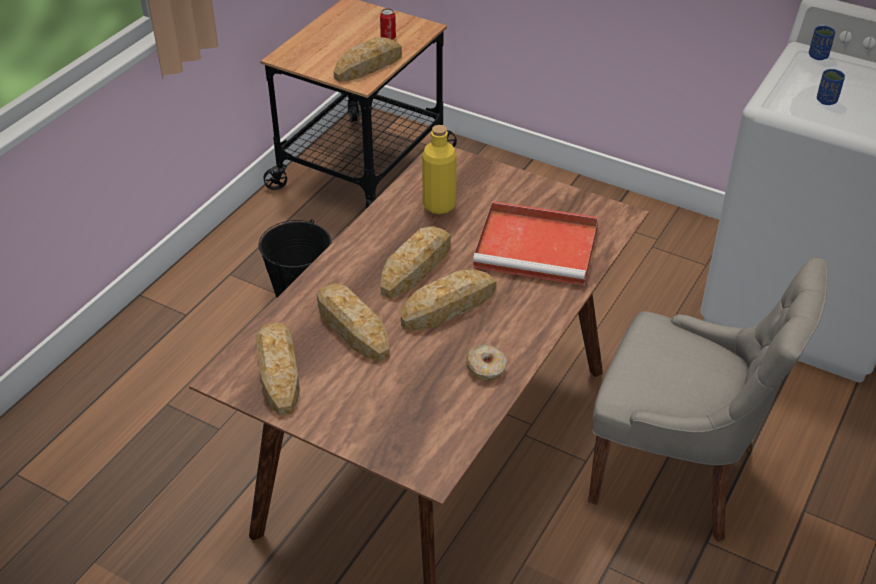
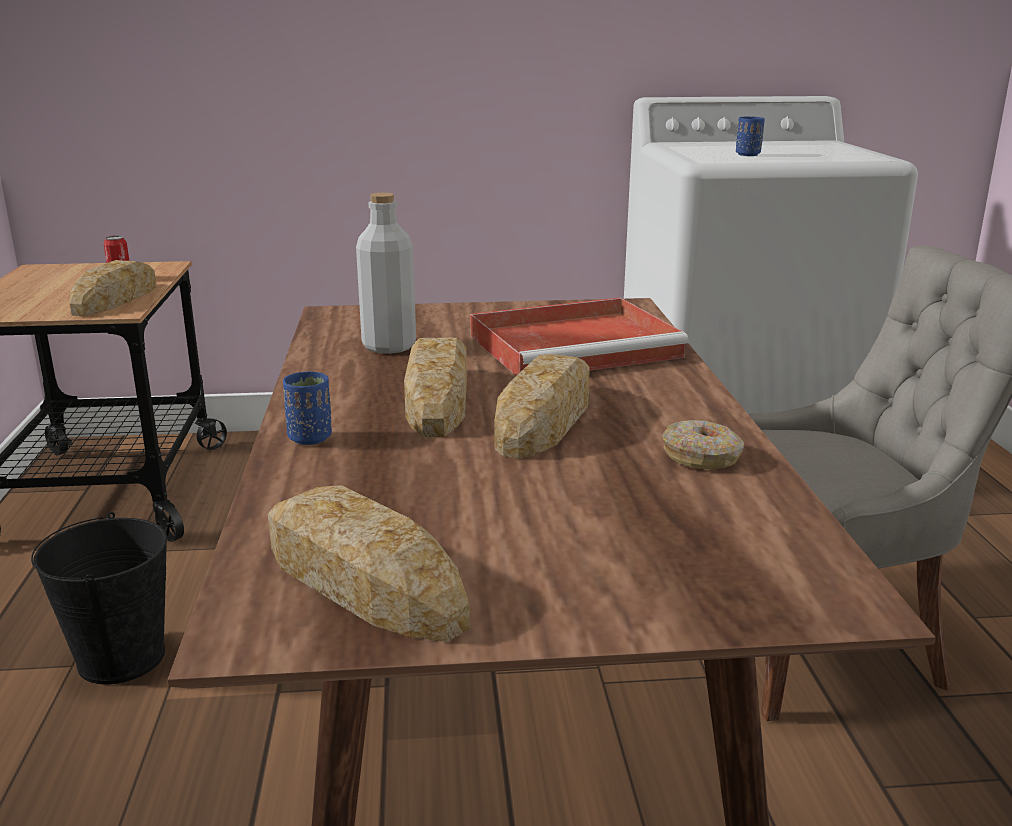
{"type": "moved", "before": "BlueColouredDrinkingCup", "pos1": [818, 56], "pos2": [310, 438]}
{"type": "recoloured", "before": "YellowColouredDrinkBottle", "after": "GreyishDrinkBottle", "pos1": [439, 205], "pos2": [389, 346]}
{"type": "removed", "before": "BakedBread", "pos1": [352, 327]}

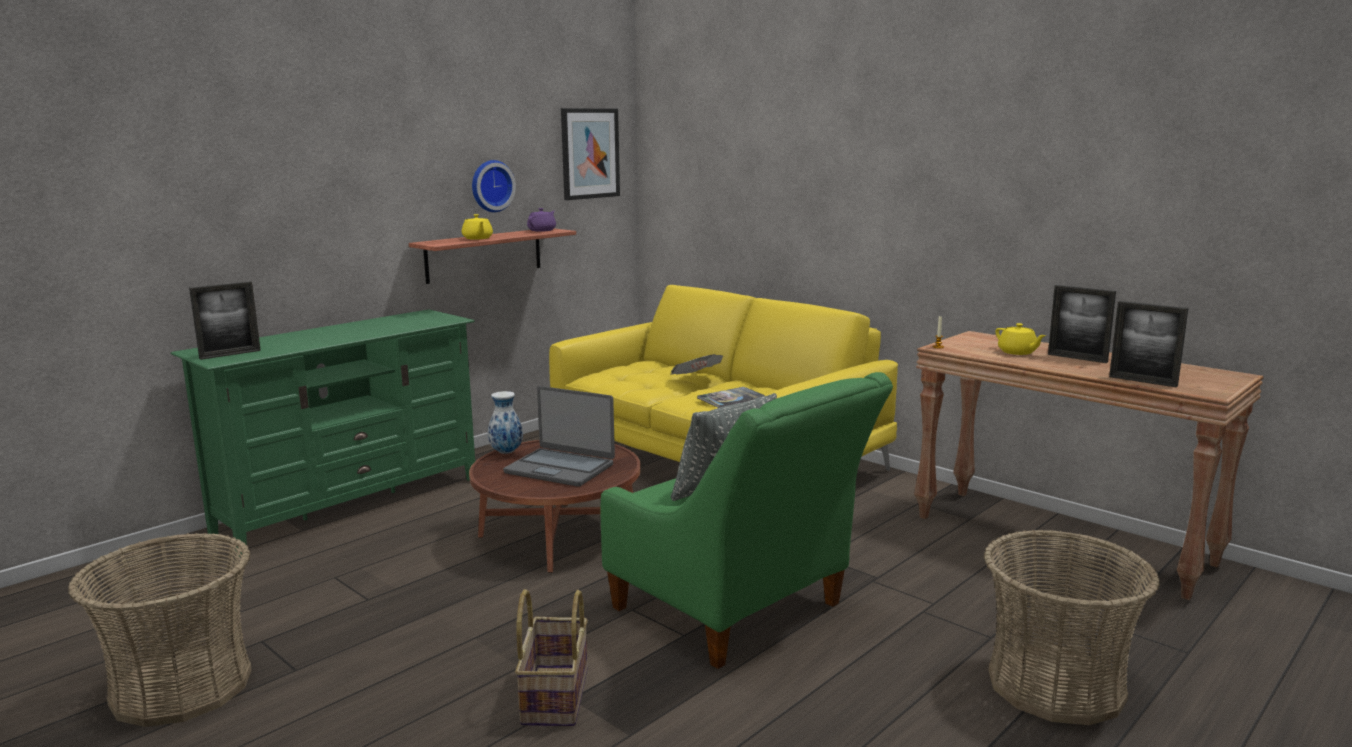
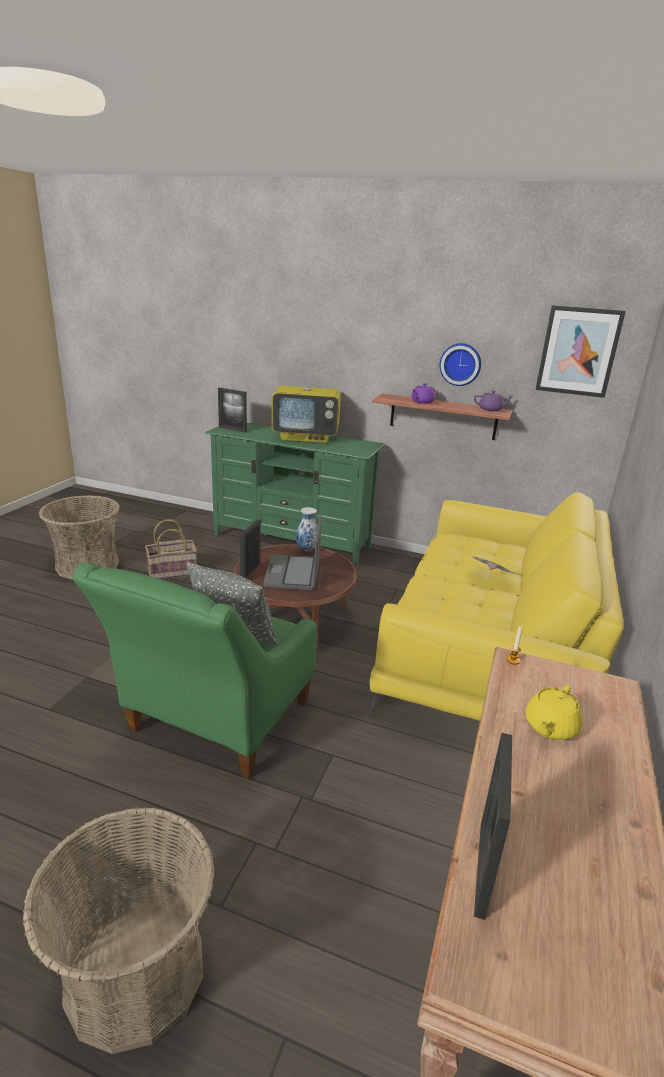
{"type": "recoloured", "before": "YellowColouredTeapot", "after": "PurpleTeapot", "pos1": [477, 238], "pos2": [422, 402]}
{"type": "moved", "before": "StandingFrame", "pos1": [1077, 358], "pos2": [250, 572]}
{"type": "removed", "before": "Volume", "pos1": [731, 398]}
{"type": "moved", "before": "Basket", "pos1": [553, 695], "pos2": [172, 571]}
{"type": "added", "after": "TvSet", "pos2": [306, 437]}

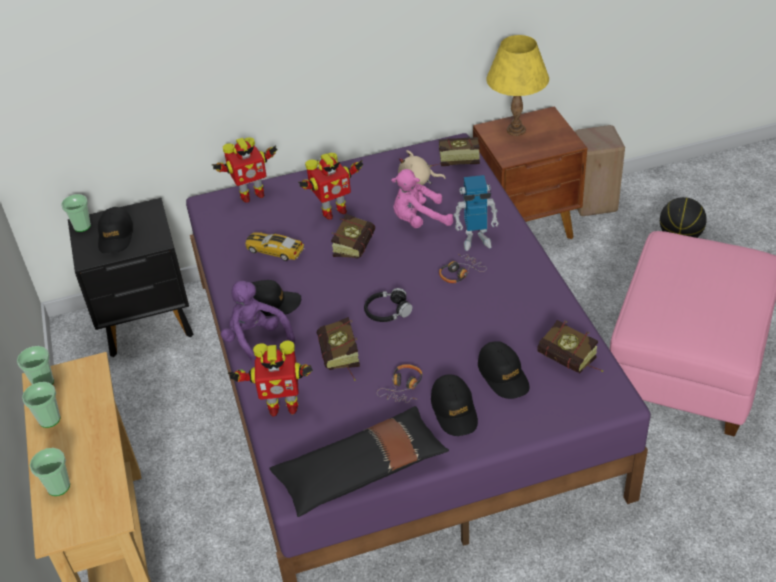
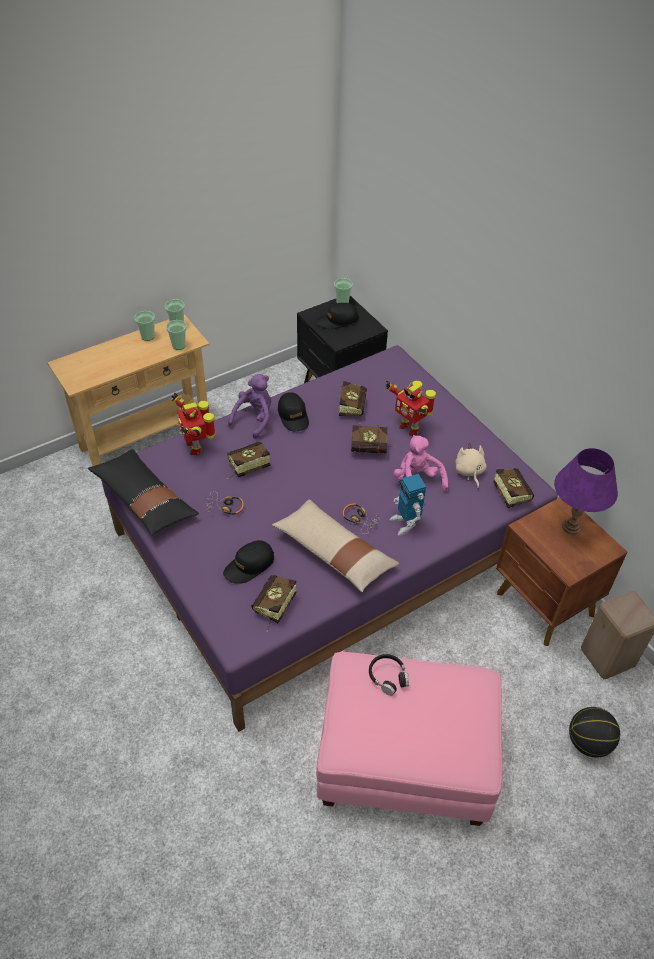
{"type": "recoloured", "before": "YellowColouredTabletopLamp", "after": "PurpleTabletopLamp", "pos1": [515, 130], "pos2": [571, 526]}
{"type": "removed", "before": "RobotFigure", "pos1": [251, 195]}
{"type": "replaced", "before": "ModelCar", "after": "Volume", "pos1": [274, 250], "pos2": [352, 405]}
{"type": "moved", "before": "BlackishHeadset", "pos1": [387, 311], "pos2": [388, 677]}
{"type": "removed", "before": "BlackishPeakedCap", "pos1": [454, 410]}
{"type": "moved", "before": "DrinkingCup", "pos1": [58, 487], "pos2": [179, 345]}
{"type": "added", "after": "SandColouredPillow", "pos2": [334, 552]}

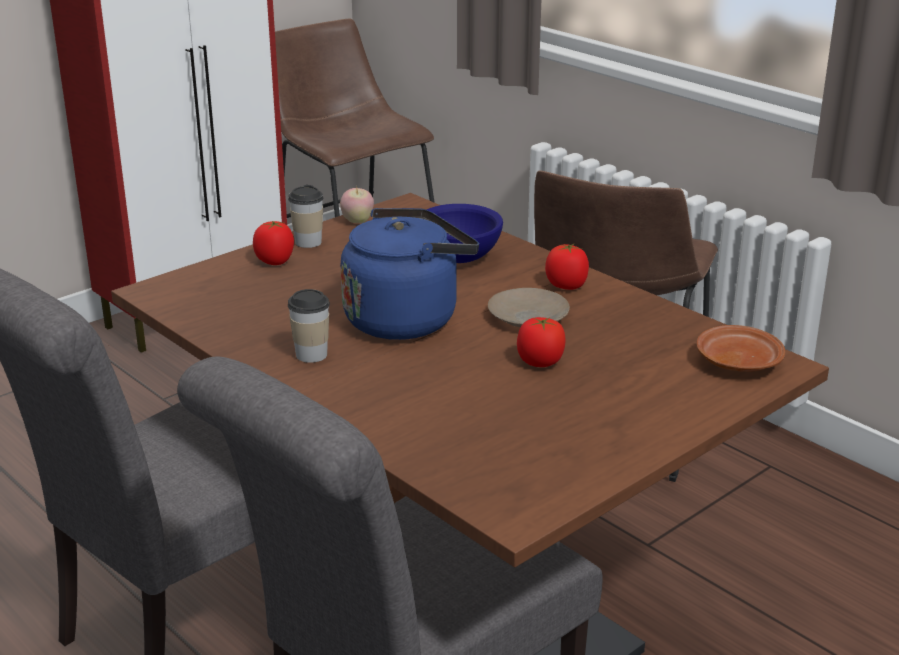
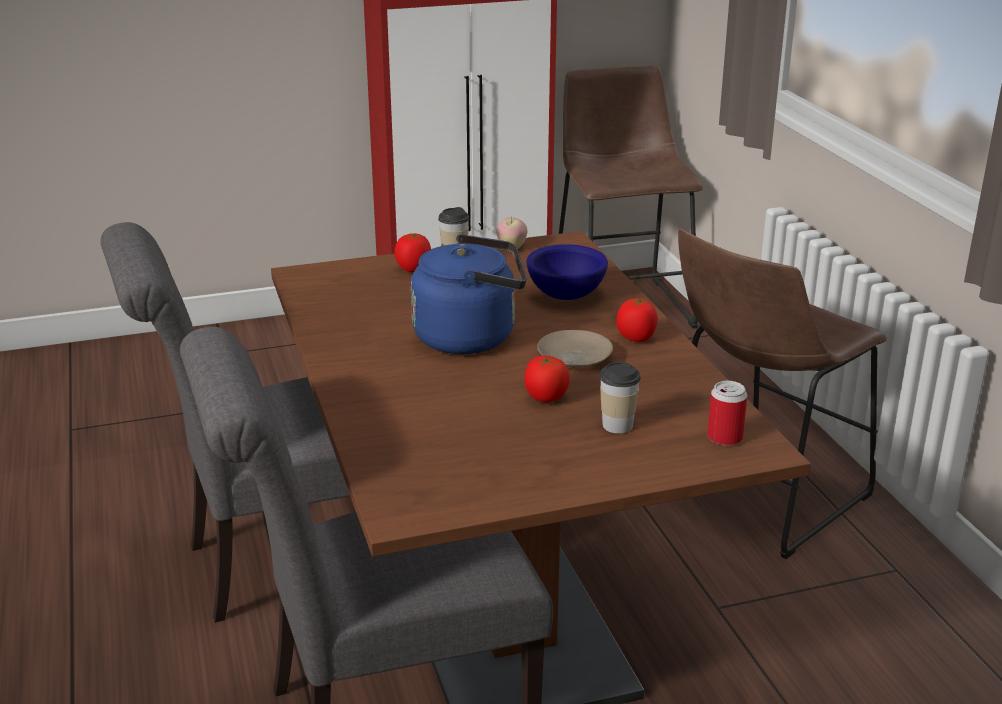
{"type": "moved", "before": "DrinkingCup", "pos1": [311, 355], "pos2": [617, 425]}
{"type": "replaced", "before": "BrownishDinnerPlate", "after": "MetalCan", "pos1": [737, 362], "pos2": [724, 438]}

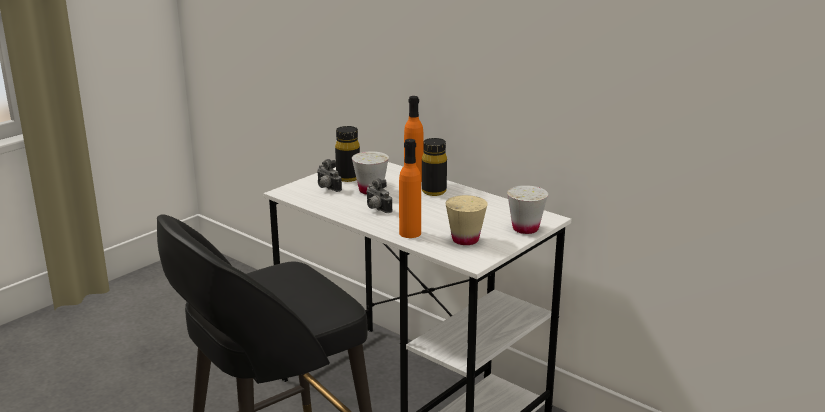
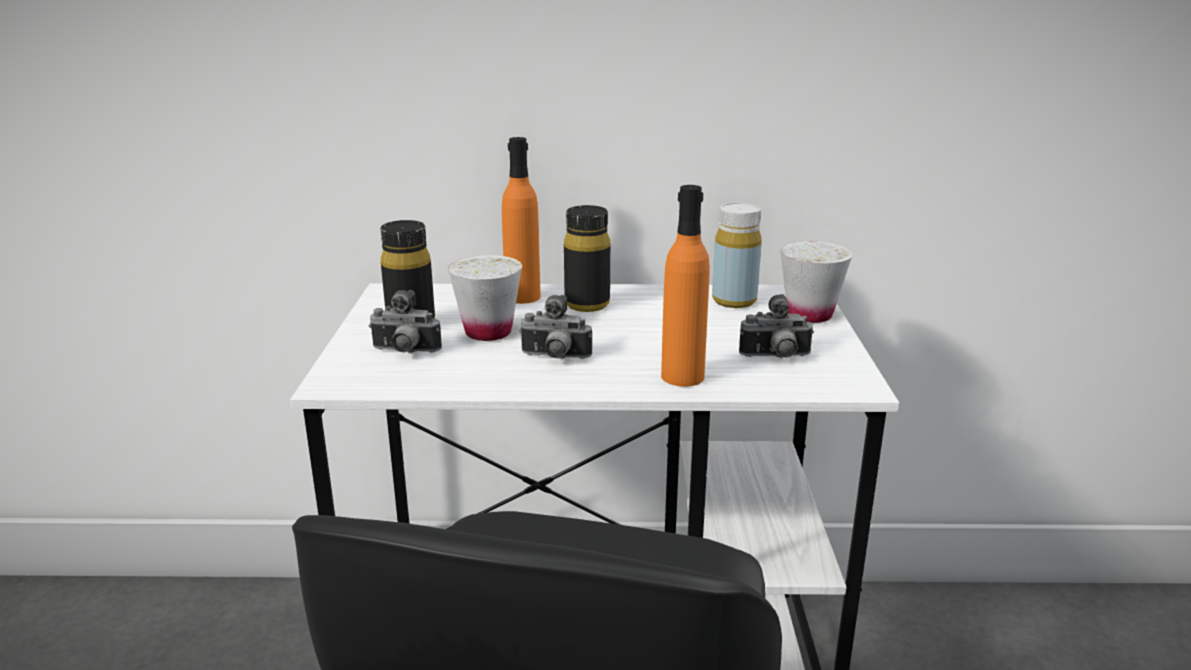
{"type": "replaced", "before": "SandColouredDrinkingCup", "after": "StillCamera", "pos1": [465, 240], "pos2": [776, 357]}
{"type": "added", "after": "YellowColouredDrinkBottle", "pos2": [734, 301]}

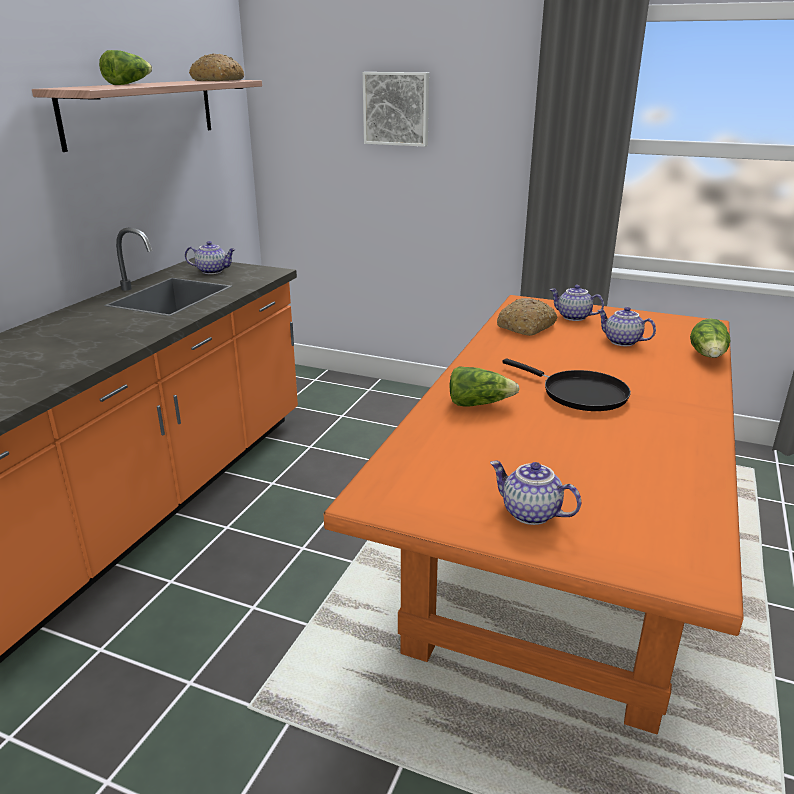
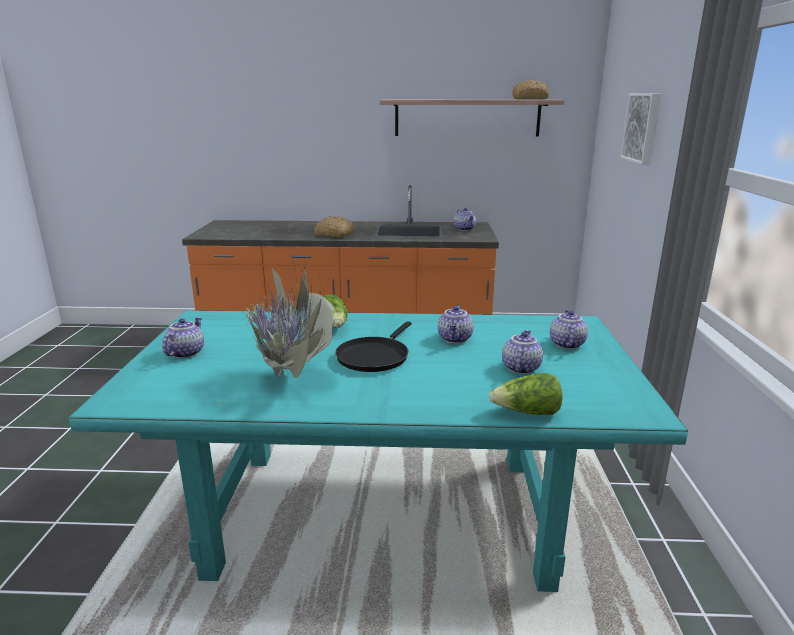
{"type": "removed", "before": "HeadOfLettuce", "pos1": [128, 84]}
{"type": "recoloured", "before": "OrangeyKitchenTable", "after": "BlueGreenKitchenTable", "pos1": [559, 564], "pos2": [381, 513]}
{"type": "moved", "before": "BakedBread", "pos1": [526, 327], "pos2": [334, 234]}
{"type": "added", "after": "PlantInAPot", "pos2": [291, 380]}
{"type": "added", "after": "Teapot", "pos2": [455, 339]}

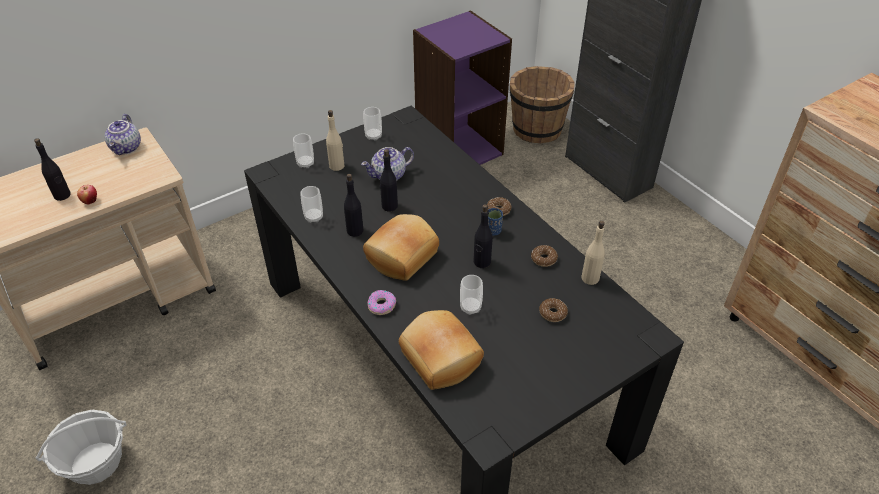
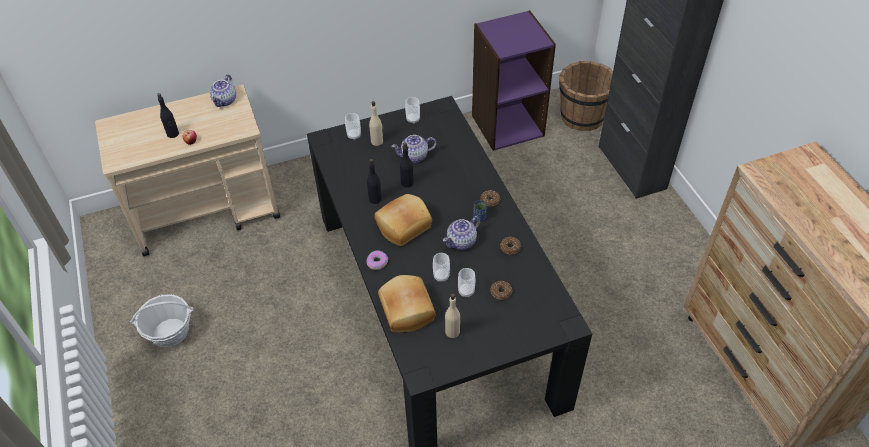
{"type": "moved", "before": "DrinkingCup", "pos1": [314, 217], "pos2": [466, 291]}
{"type": "replaced", "before": "BlackishDrinkBottle", "after": "Teapot", "pos1": [481, 262], "pos2": [462, 241]}
{"type": "moved", "before": "SandColouredDrinkBottle", "pos1": [590, 278], "pos2": [452, 331]}

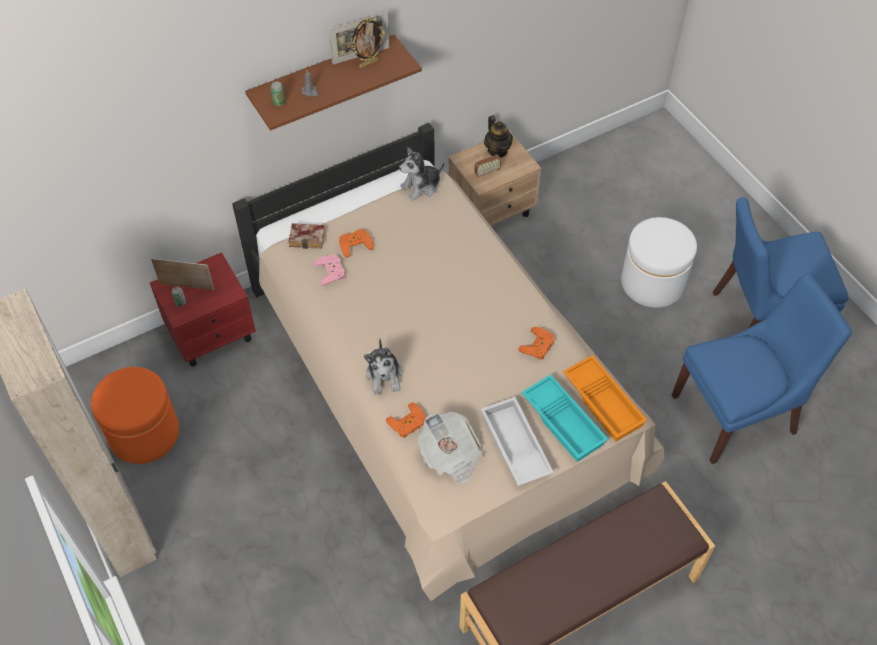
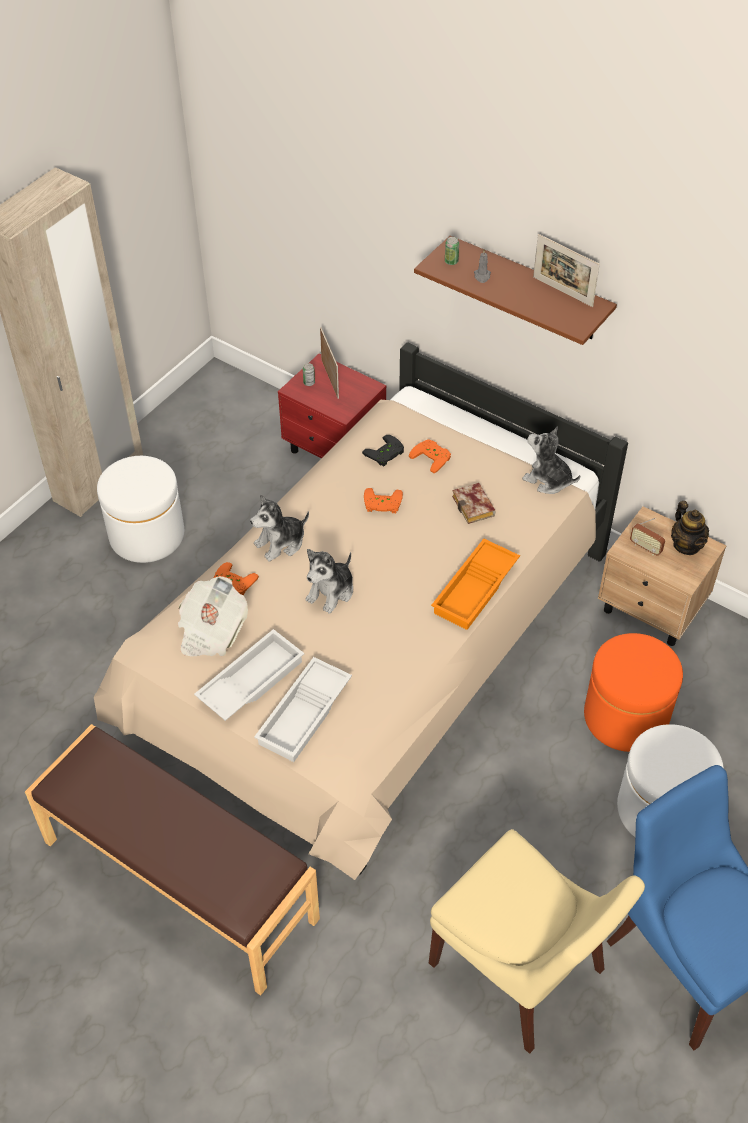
{"type": "removed", "before": "StandingFrame", "pos1": [369, 63]}
{"type": "turned", "before": "Teapot", "pos1": [498, 150], "pos2": [686, 545], "turn": -60}
{"type": "moved", "before": "Volume", "pos1": [309, 237], "pos2": [475, 507]}
{"type": "recoloured", "before": "PinkColouredGamepad", "after": "BlackishGamepad", "pos1": [332, 271], "pos2": [386, 454]}
{"type": "recoloured", "before": "BlueColouredPlainChair", "after": "SandColouredPlainChair", "pos1": [737, 413], "pos2": [521, 971]}
{"type": "moved", "before": "OrangeyGamepad", "pos1": [539, 346], "pos2": [382, 504]}
{"type": "moved", "before": "OrangeyCarryingTray", "pos1": [604, 401], "pos2": [476, 590]}
{"type": "moved", "before": "OrangeyOttoman", "pos1": [144, 433], "pos2": [625, 717]}
{"type": "recoloured", "before": "BlueGreenCarryingTray", "after": "WhitishCarryingTray", "pos1": [564, 421], "pos2": [305, 715]}
{"type": "added", "after": "WhitishOttoman", "pos2": [147, 535]}
{"type": "added", "after": "PlushToy", "pos2": [331, 592]}

